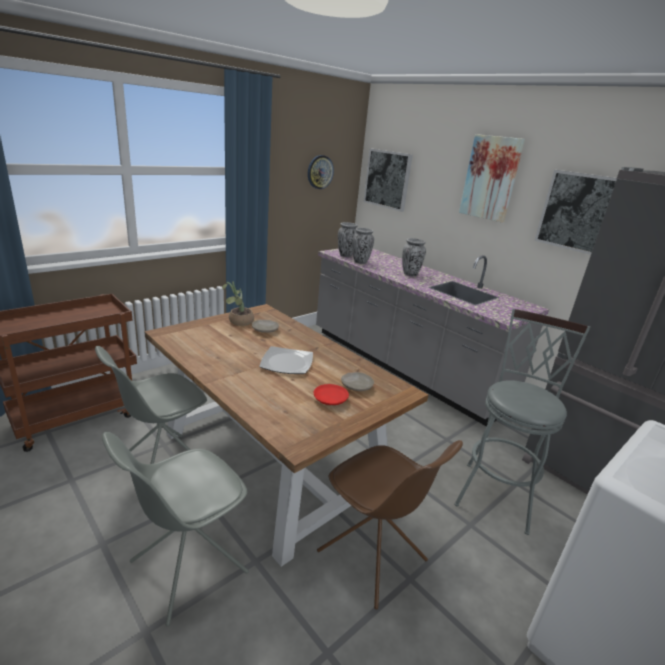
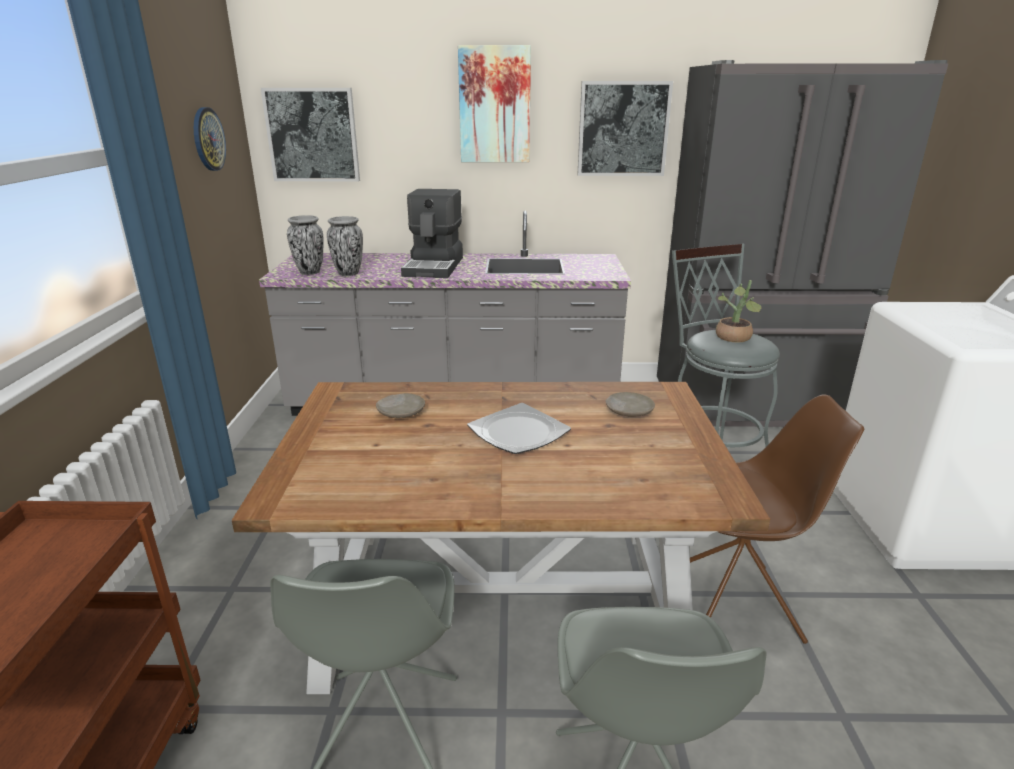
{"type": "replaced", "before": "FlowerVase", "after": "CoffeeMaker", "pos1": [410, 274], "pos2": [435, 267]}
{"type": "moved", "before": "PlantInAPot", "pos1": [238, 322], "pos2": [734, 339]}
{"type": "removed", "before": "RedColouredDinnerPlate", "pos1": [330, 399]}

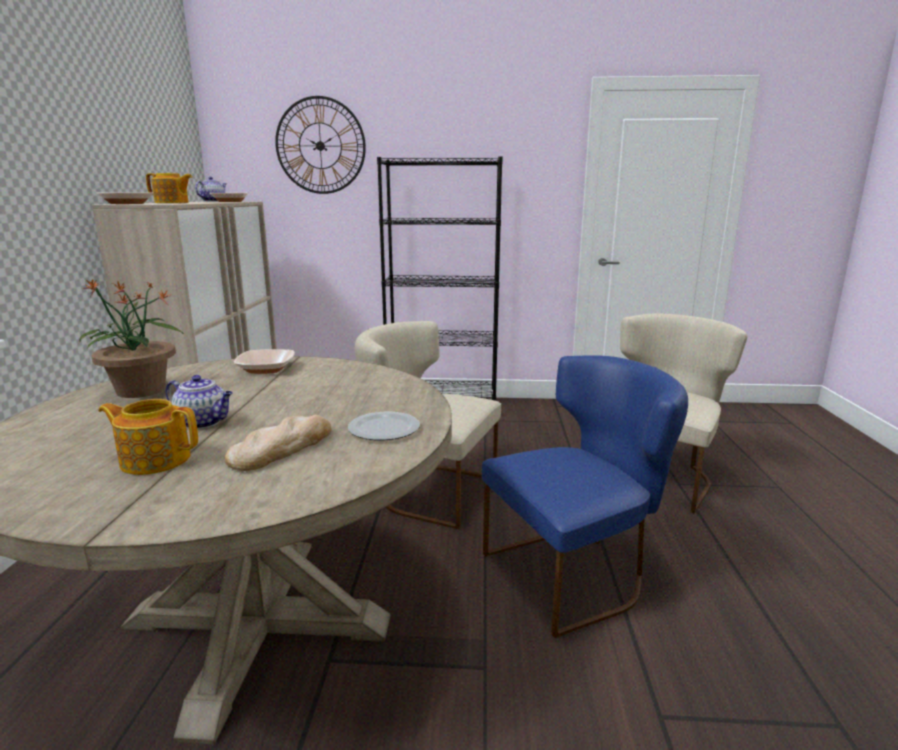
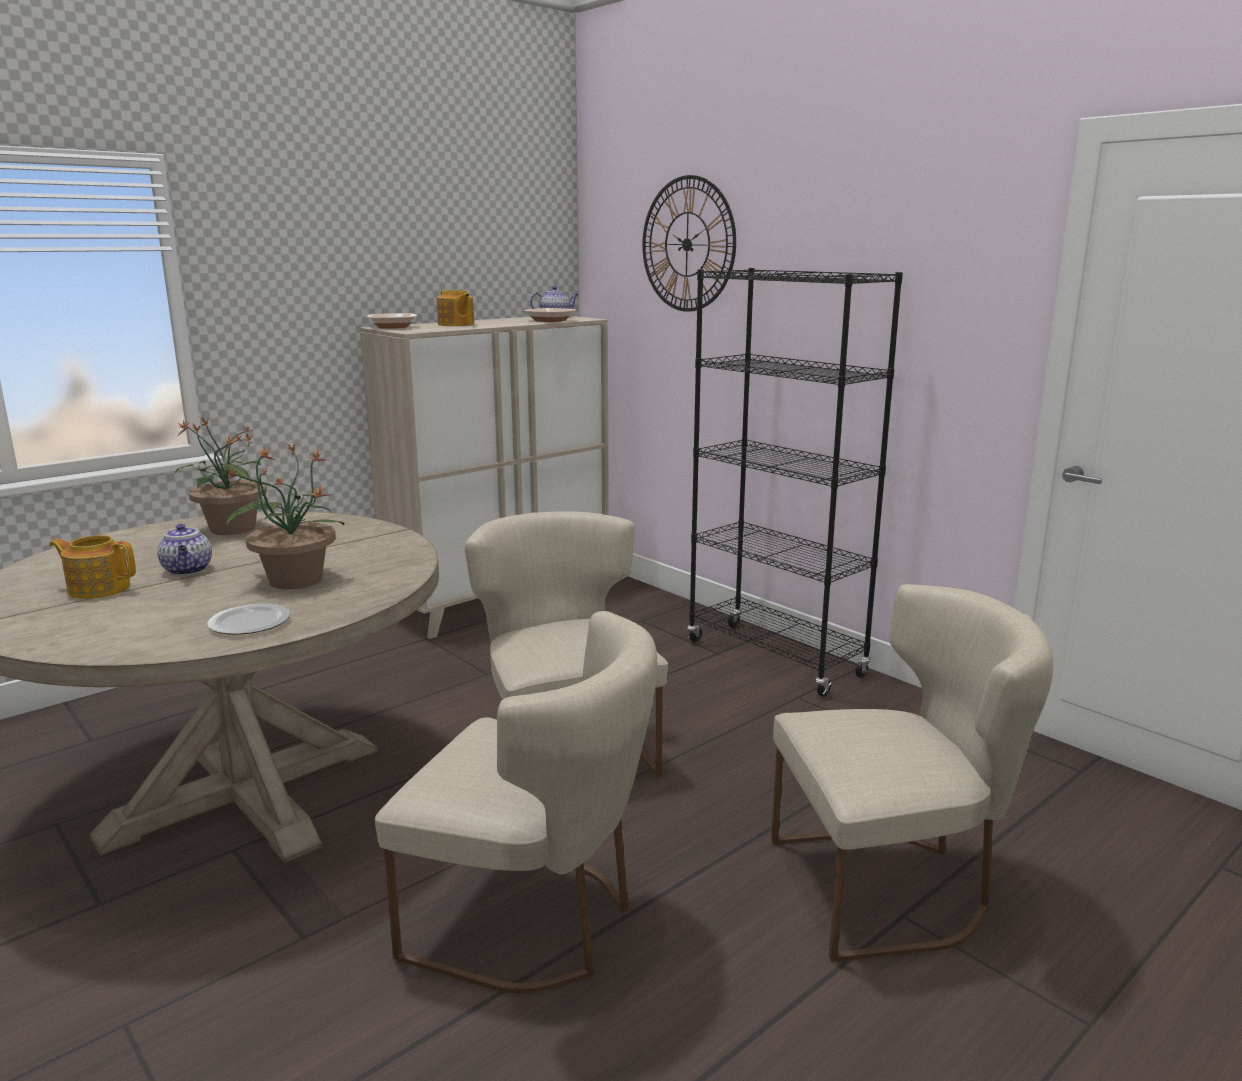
{"type": "removed", "before": "Bowl", "pos1": [266, 369]}
{"type": "recoloured", "before": "BlueColouredPlainChair", "after": "SandColouredPlainChair", "pos1": [575, 573], "pos2": [535, 921]}
{"type": "turned", "before": "Teapot", "pos1": [155, 459], "pos2": [98, 588], "turn": -45}
{"type": "removed", "before": "BakedBread", "pos1": [282, 448]}
{"type": "added", "after": "PlantInAPot", "pos2": [294, 580]}

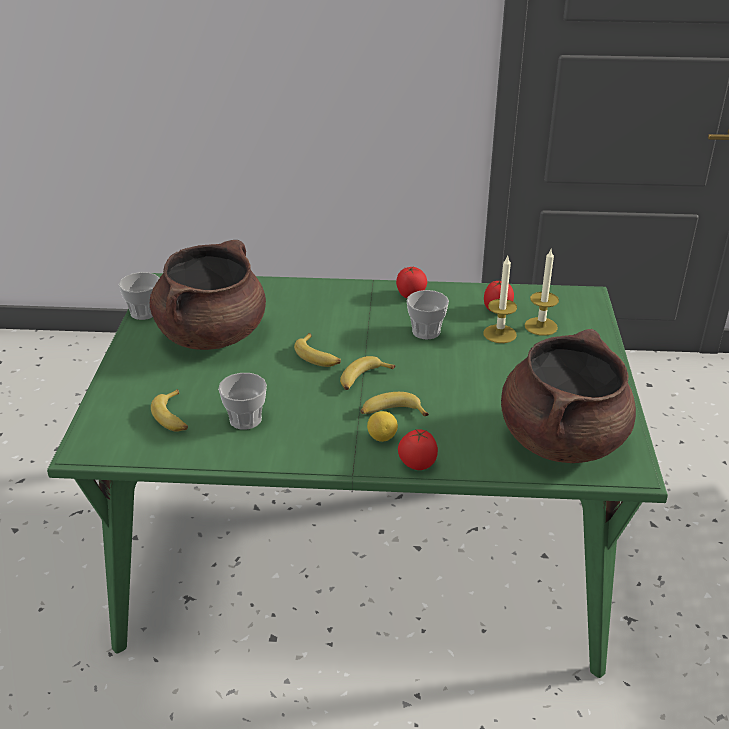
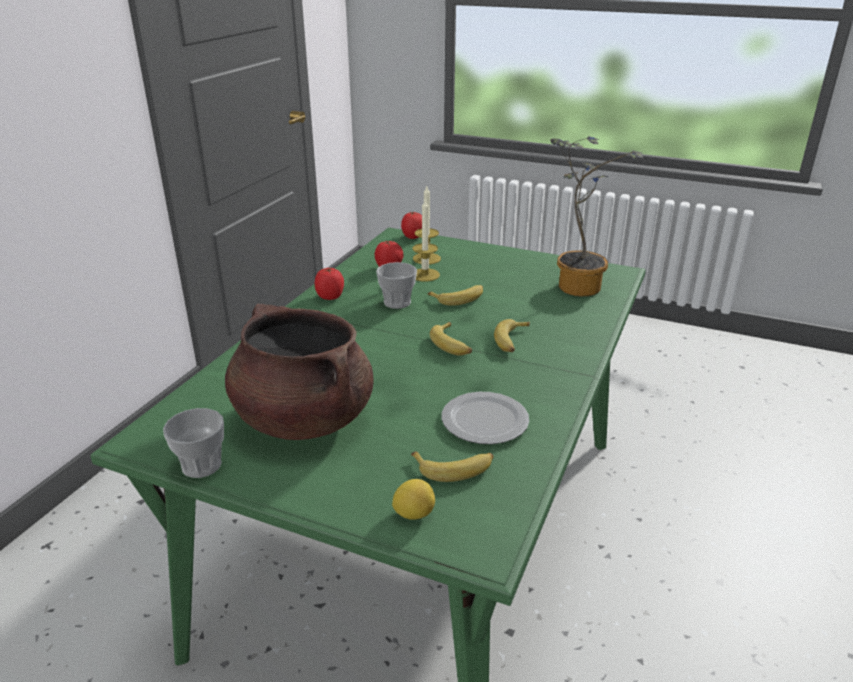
{"type": "replaced", "before": "BrownishSaucepot", "after": "PlantInAPot", "pos1": [562, 439], "pos2": [578, 284]}
{"type": "moved", "before": "Banana", "pos1": [318, 356], "pos2": [459, 298]}
{"type": "replaced", "before": "DrinkingCup", "after": "DinnerPlate", "pos1": [245, 419], "pos2": [484, 420]}
{"type": "moved", "before": "Lemon", "pos1": [382, 437], "pos2": [414, 514]}
{"type": "moved", "before": "Tomato", "pos1": [417, 464], "pos2": [413, 237]}

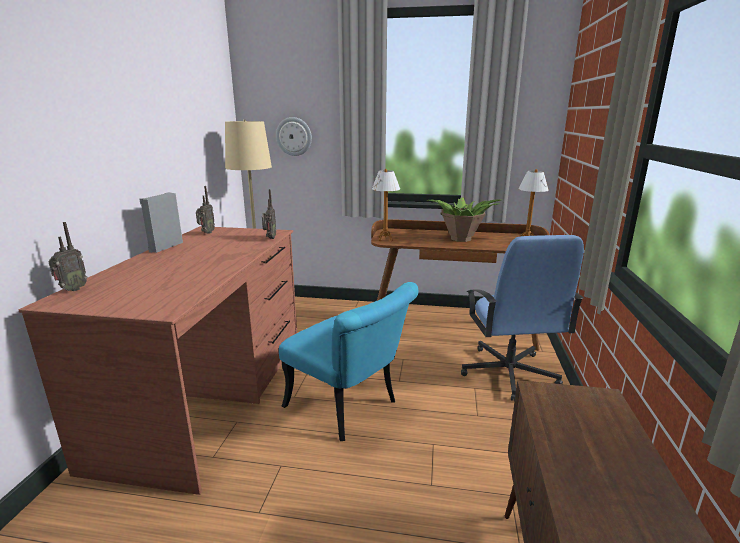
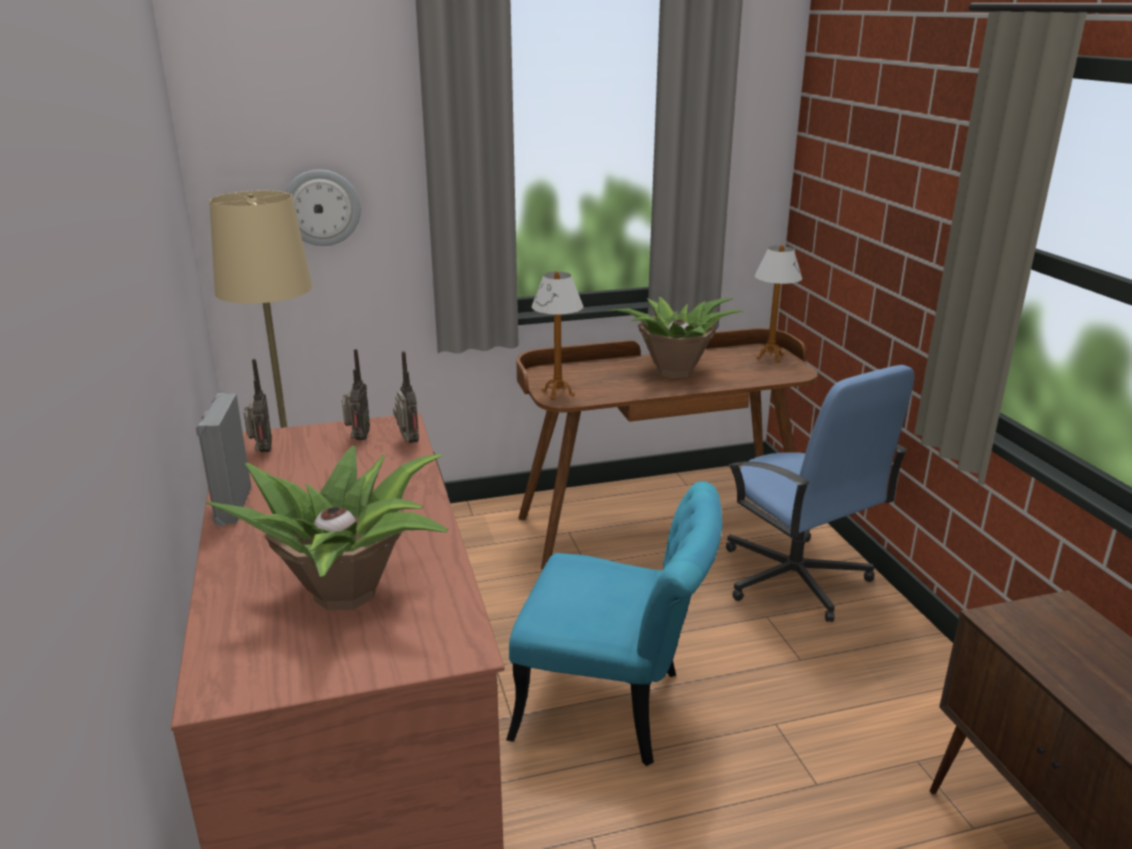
{"type": "moved", "before": "RadioReceiver", "pos1": [71, 290], "pos2": [358, 439]}
{"type": "added", "after": "PlantInAPot", "pos2": [348, 593]}

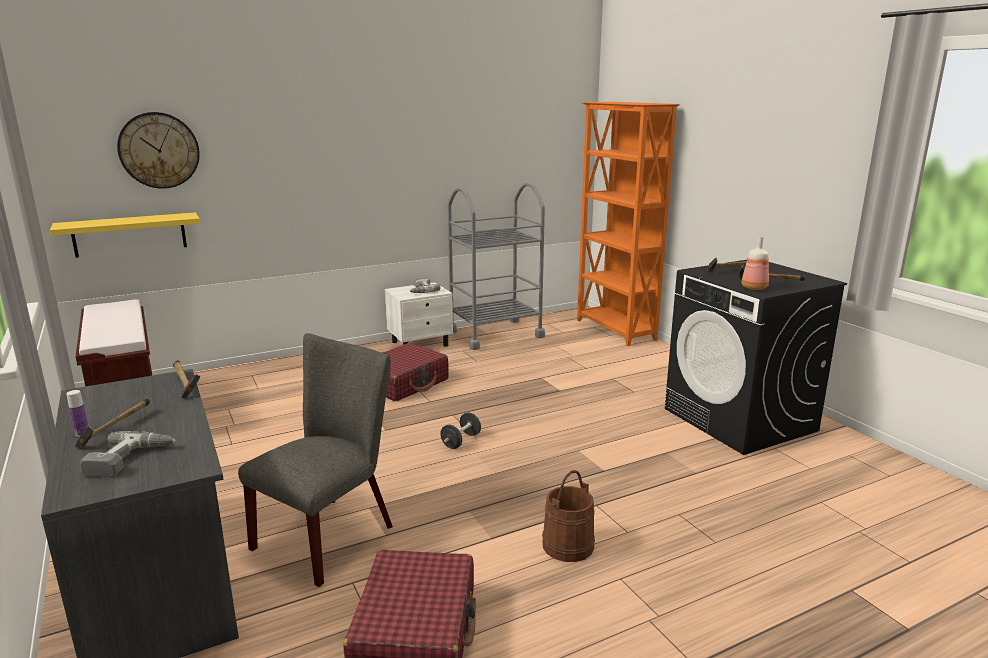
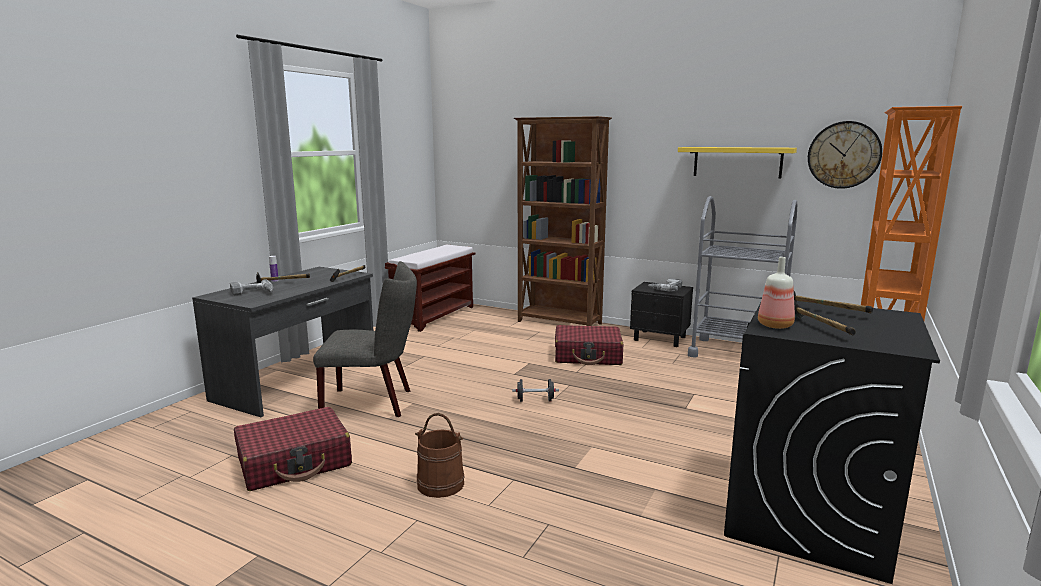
{"type": "moved", "before": "ClockOnTheWall", "pos1": [159, 150], "pos2": [844, 155]}
{"type": "moved", "before": "YellowColouredBracketShelf", "pos1": [130, 234], "pos2": [737, 162]}
{"type": "recoloured", "before": "WhitishBedsideTable", "after": "BlackishBedsideTable", "pos1": [421, 344], "pos2": [660, 339]}
{"type": "added", "after": "BrownishBookshelf", "pos2": [559, 323]}

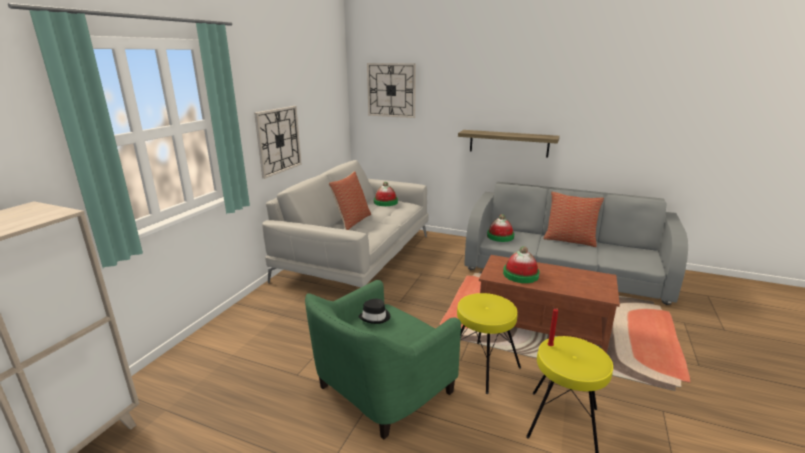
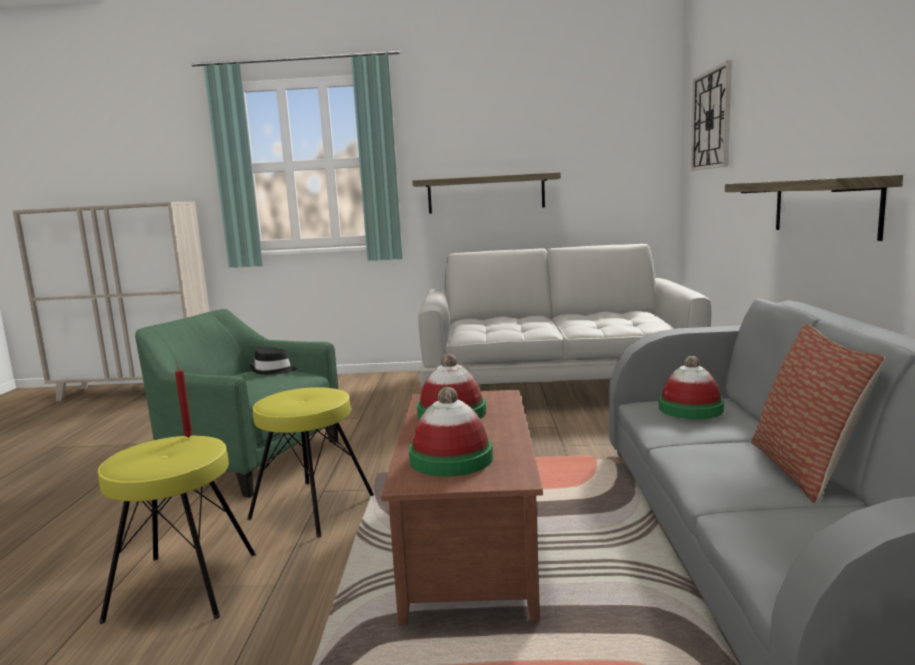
{"type": "replaced", "before": "ClockOnTheWall", "after": "BracketShelf", "pos1": [278, 140], "pos2": [486, 194]}
{"type": "removed", "before": "Pillow", "pos1": [352, 221]}
{"type": "moved", "before": "Hat", "pos1": [385, 202], "pos2": [451, 458]}

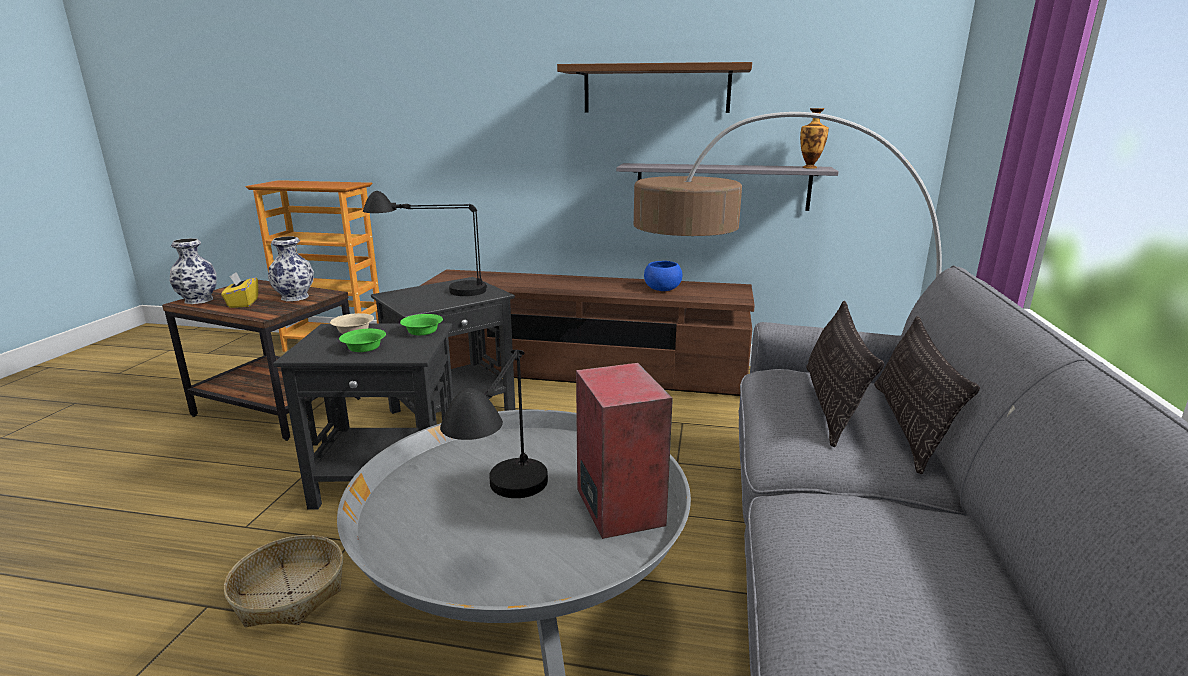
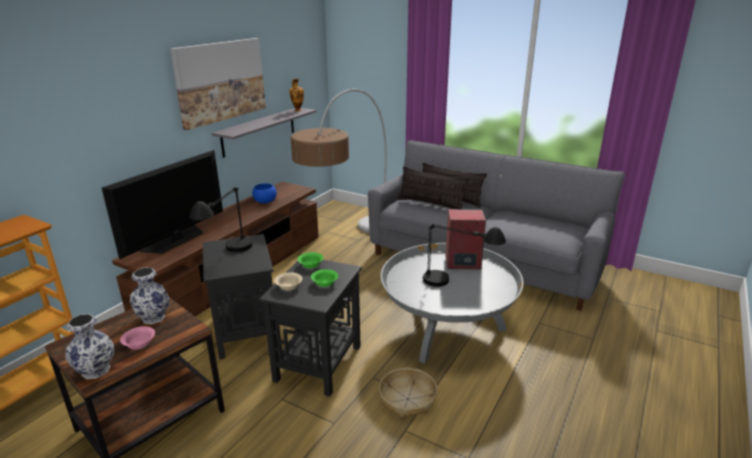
{"type": "replaced", "before": "BrownishBracketShelf", "after": "WallArt", "pos1": [656, 89], "pos2": [220, 81]}
{"type": "replaced", "before": "YellowColouredTissueHolder", "after": "PinkColouredBowl", "pos1": [243, 303], "pos2": [140, 343]}
{"type": "added", "after": "TvSet", "pos2": [176, 240]}

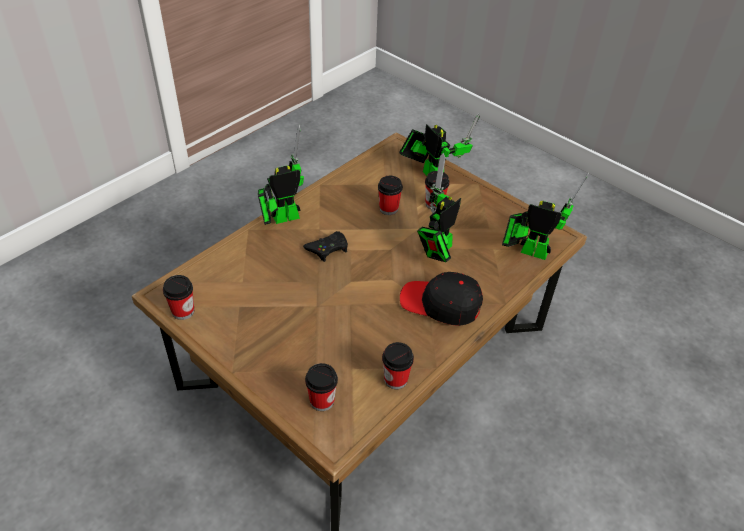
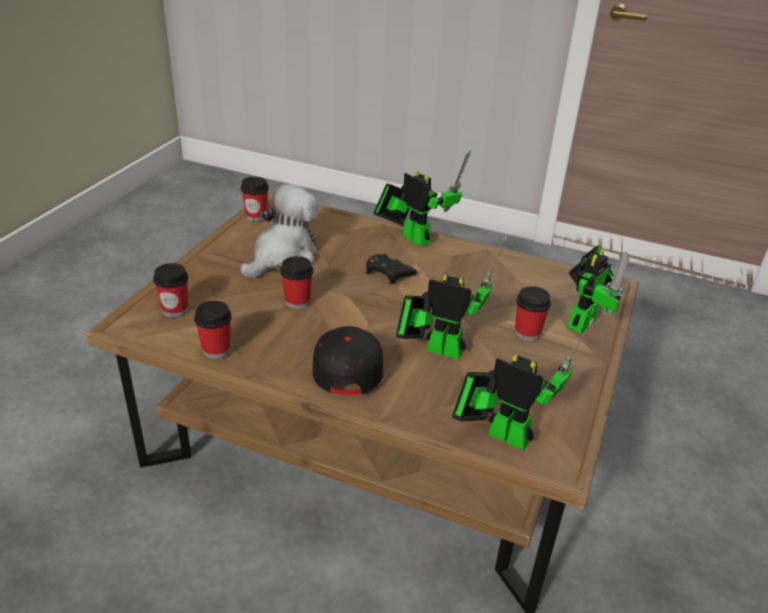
{"type": "turned", "before": "RobotFigure", "pos1": [529, 251], "pos2": [502, 433], "turn": -60}
{"type": "moved", "before": "DrinkingCup", "pos1": [388, 209], "pos2": [297, 301]}
{"type": "added", "after": "PlushToy", "pos2": [282, 256]}

